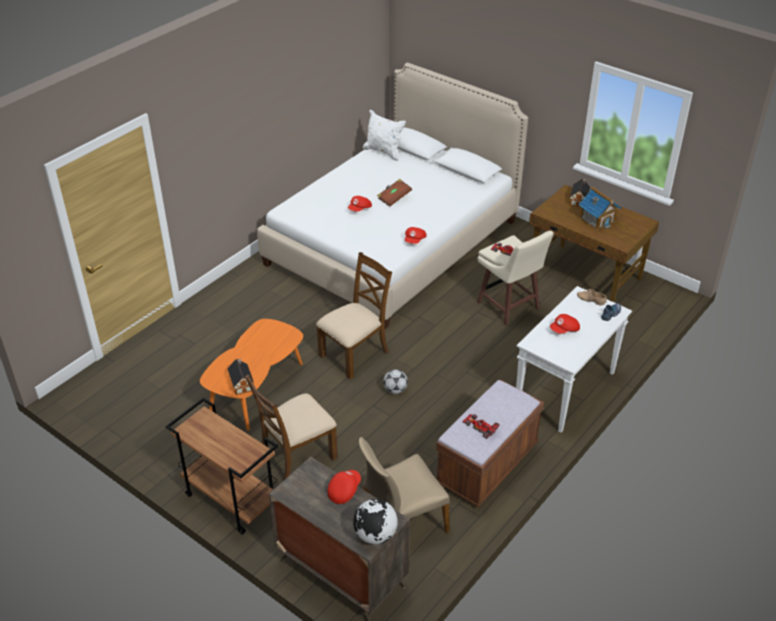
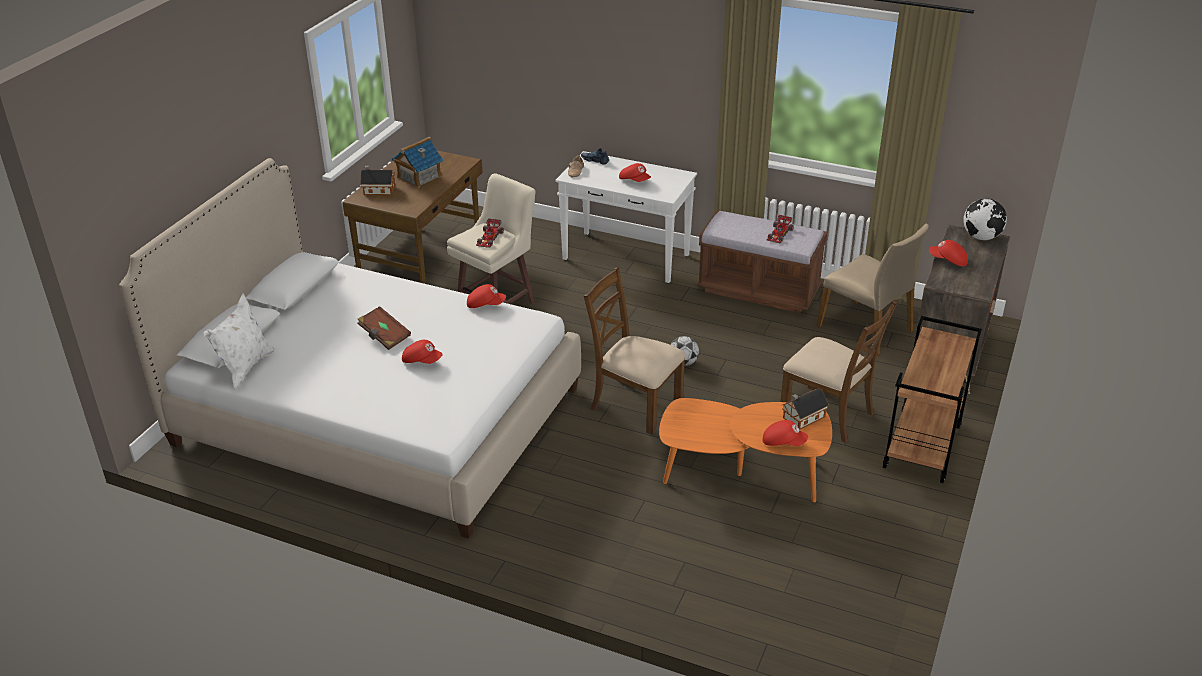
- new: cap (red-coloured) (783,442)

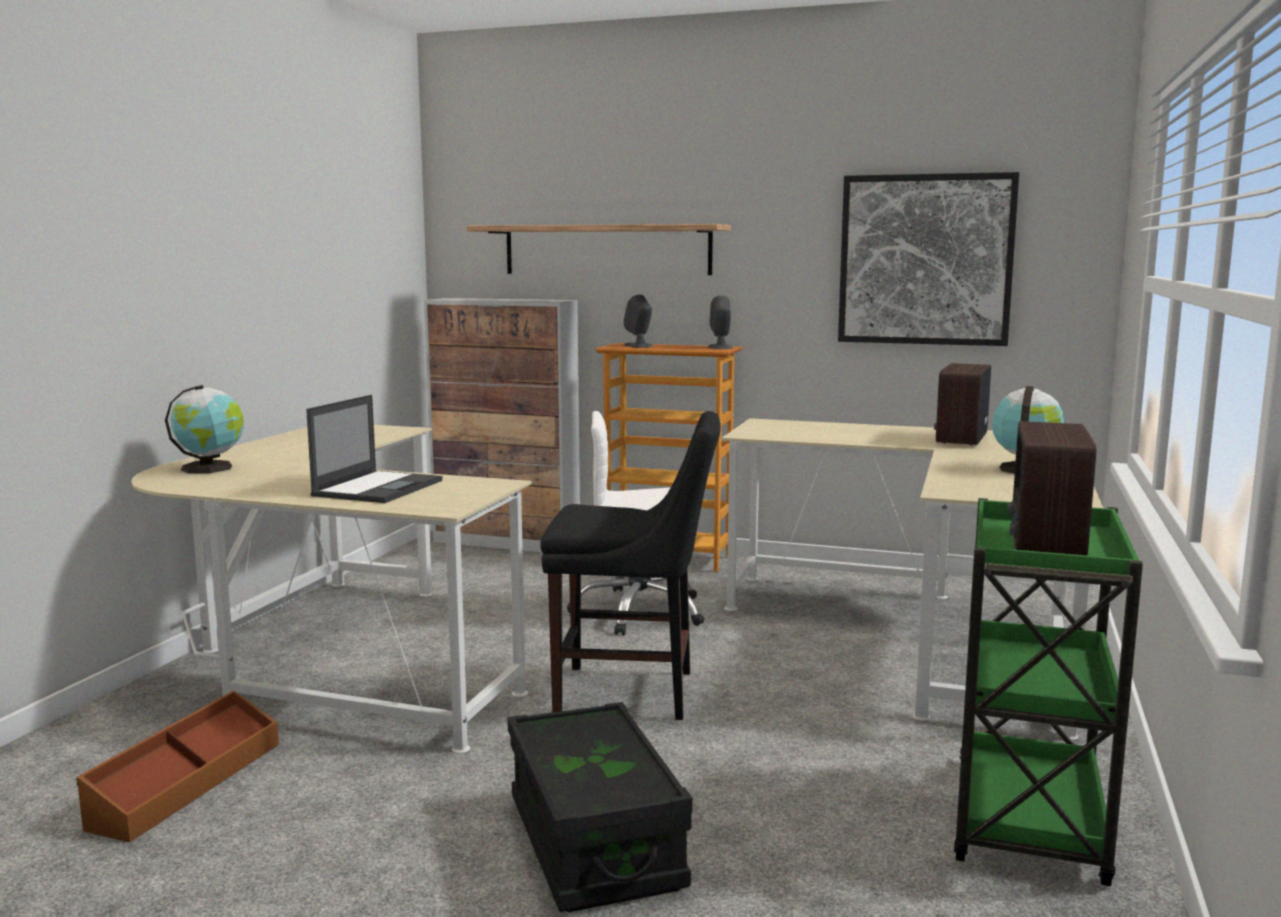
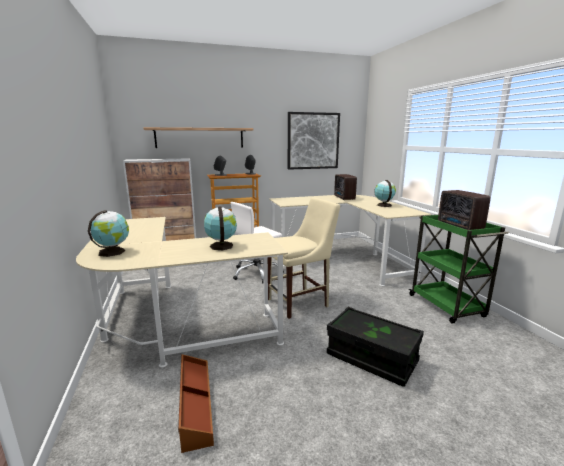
- swapped: notebook computer (379,488) to desk globe (221,246)
- repainted: chair (black-coloured) (633,693) to chair (sand-coloured) (300,302)

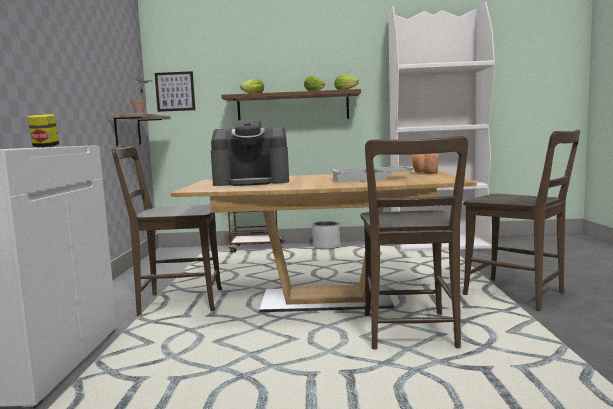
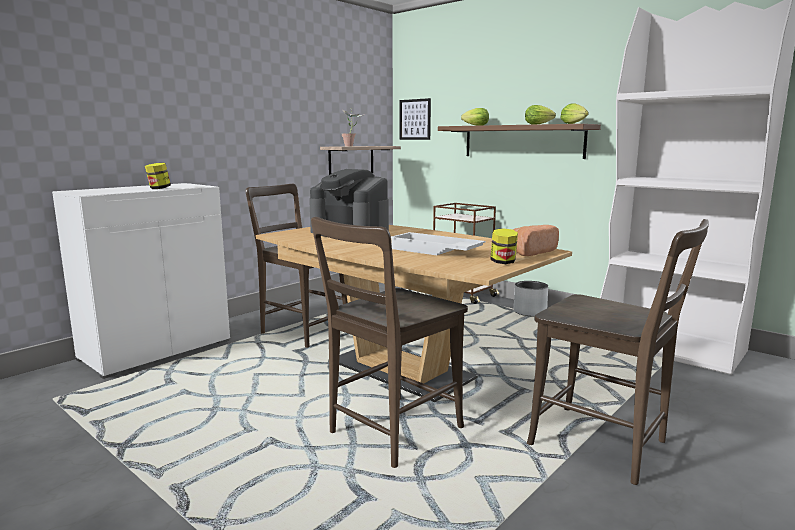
- rotated: chair (brown-coloured) (519,295) = (604,446) 45 degrees counterclockwise
- new: storage jar (503,262)

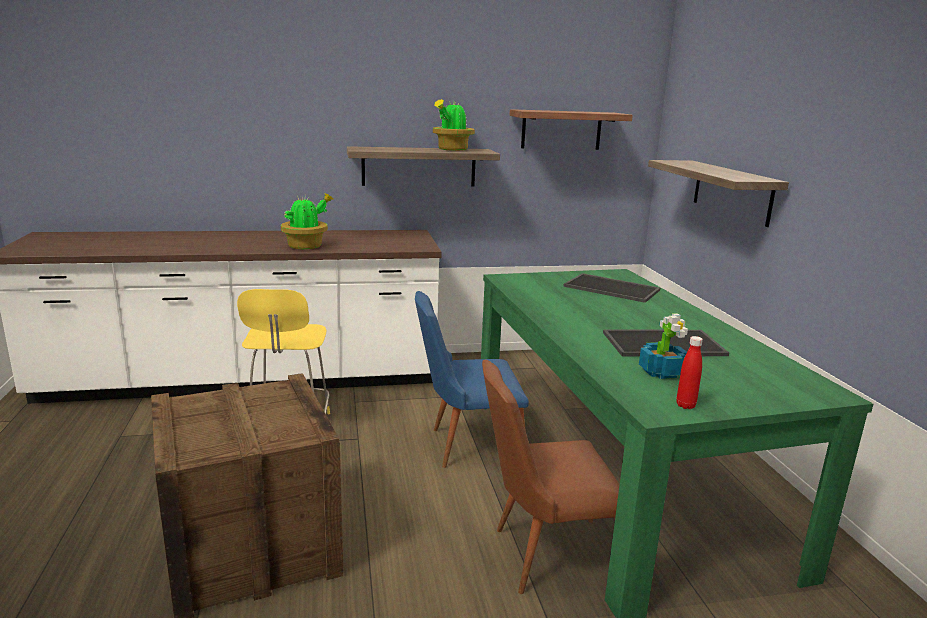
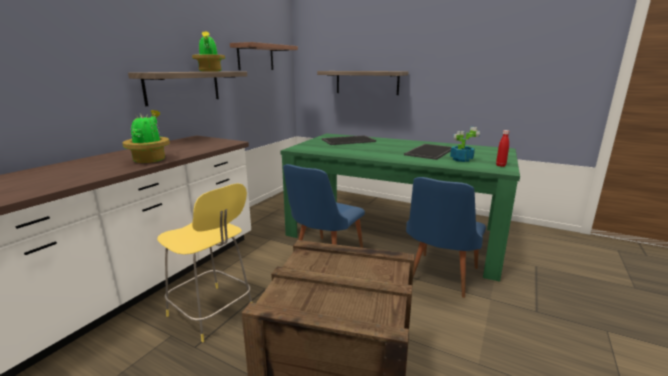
- repainted: chair (brown-coloured) (544,554) to chair (blue-coloured) (439,278)

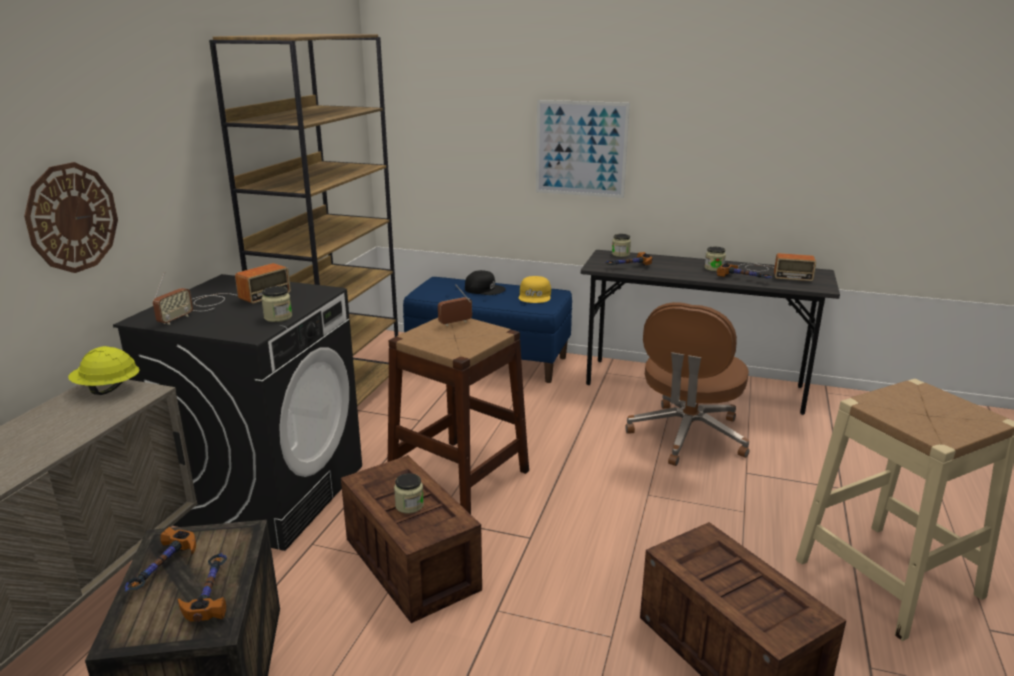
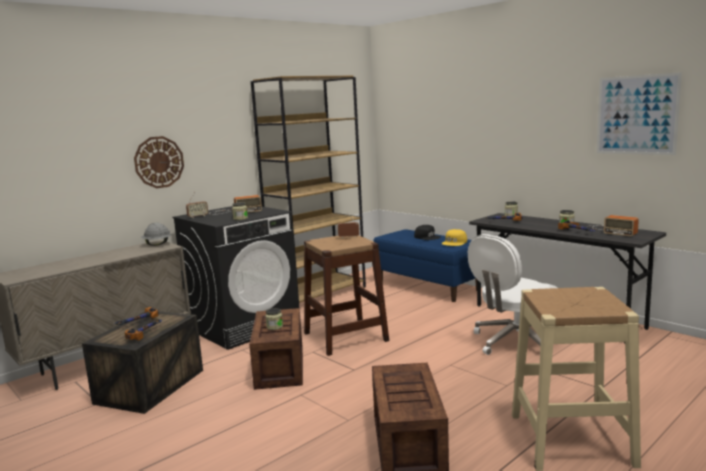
- repainted: work helmet (yellowish) (107,389) to work helmet (greyish) (157,244)
- shifted: picture (581,149) to (636,115)
- repainted: computer chair (brown-coloured) (687,436) to computer chair (white) (515,342)

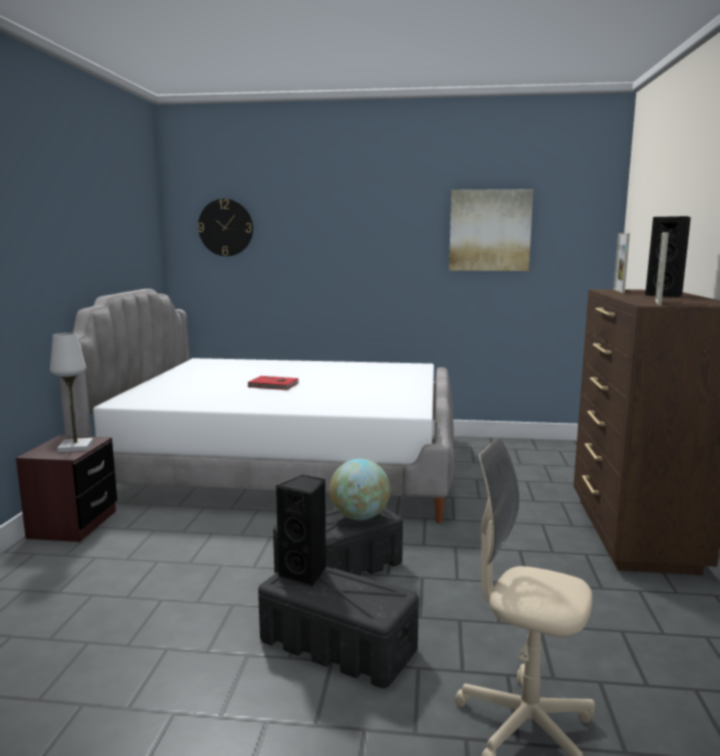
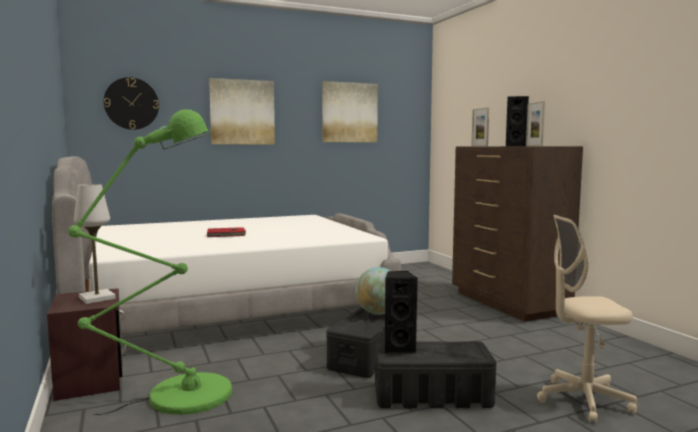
- new: standing lamp (green) (179,396)
- new: picture (242,112)

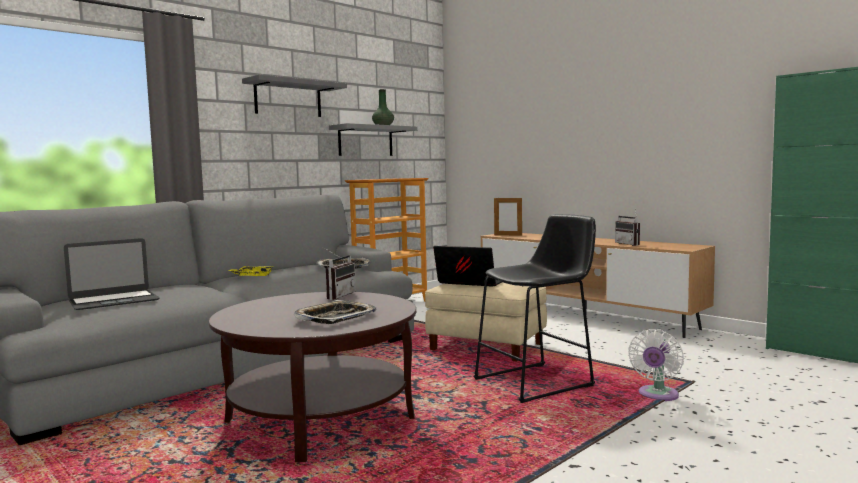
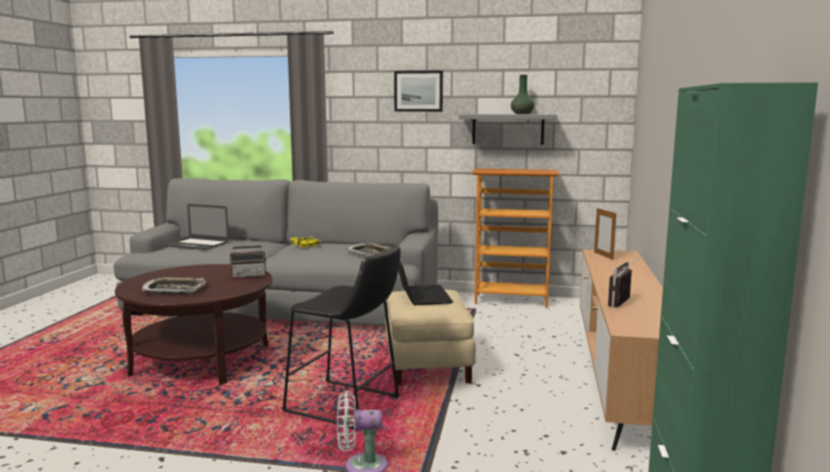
- swapped: wall shelf (greyish) (288,99) to picture (418,91)

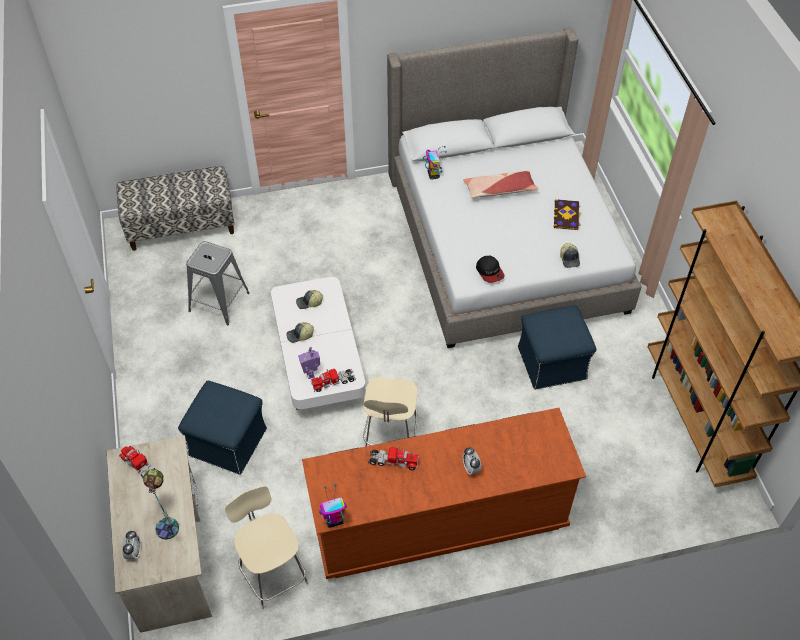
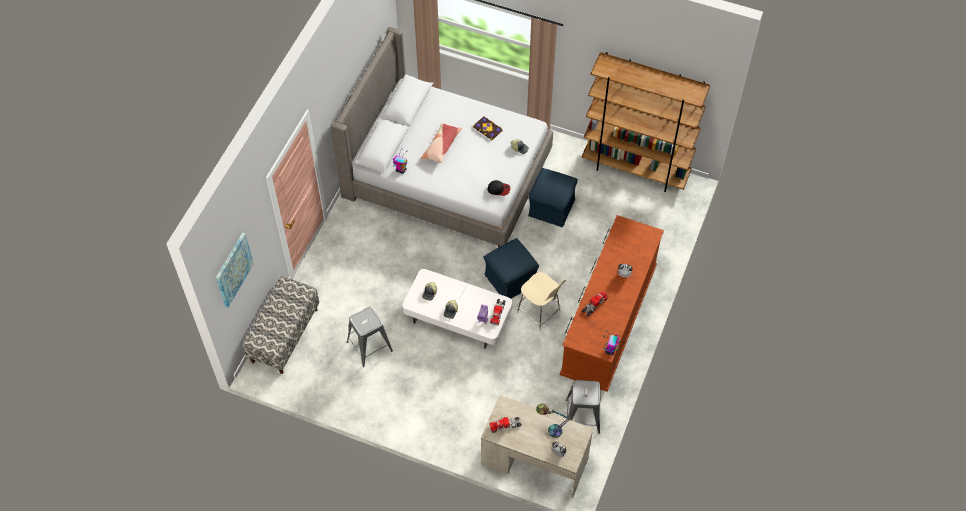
- shifted: footrest (blue-coloured) (227,442) to (510,280)
- swapped: chair (sand-coloured) (273,573) to sitting stool (greyish) (582,416)
- new: picture (233,269)

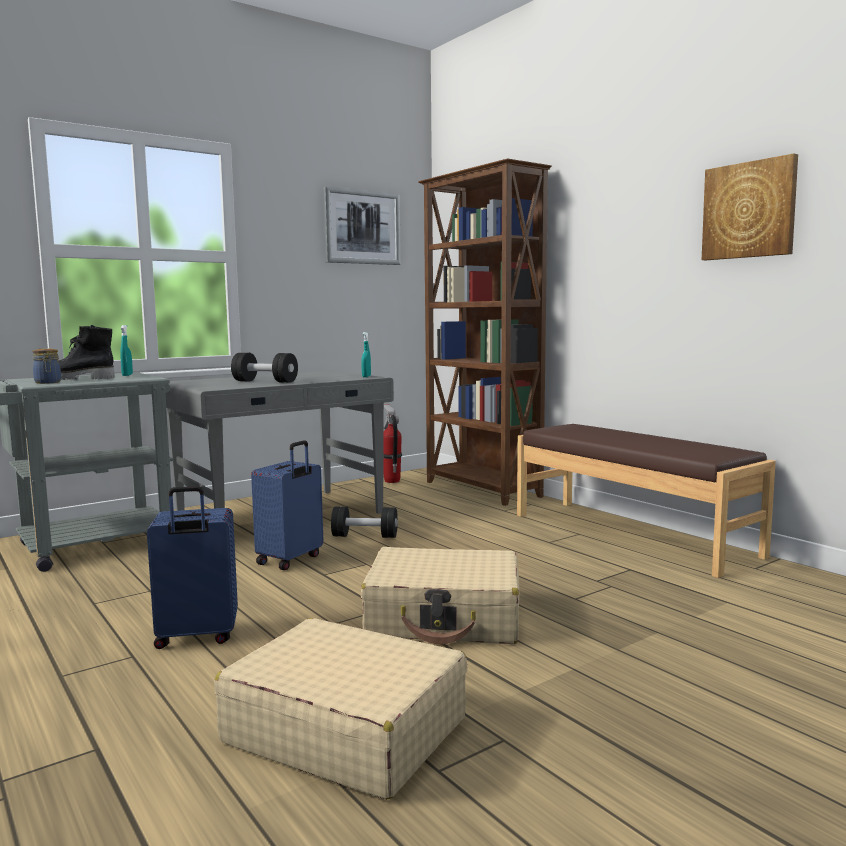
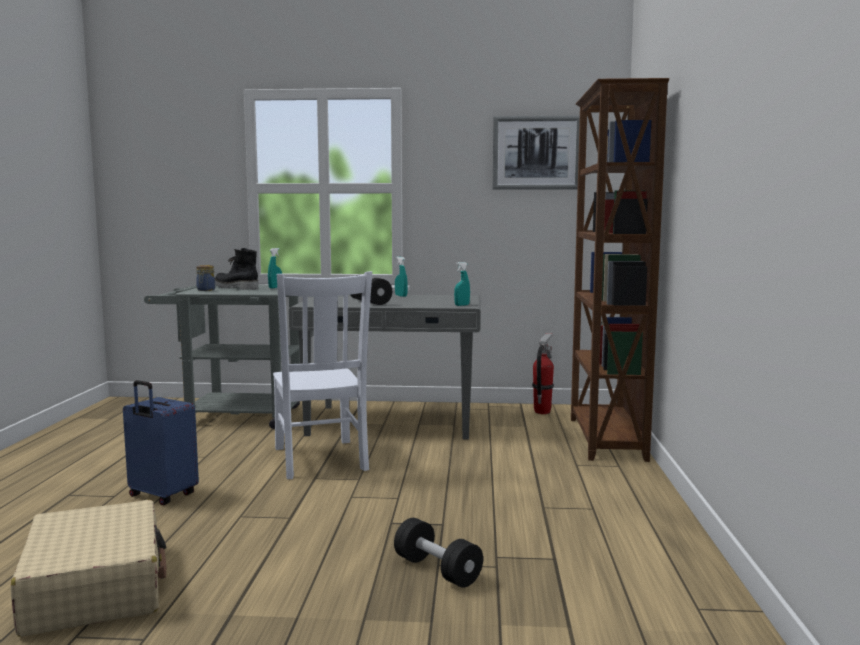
- swapped: suitcase (blue-coloured) (291,560) to chair (white) (320,460)
- shifted: dumbbell (black-coloured) (365,536) to (437,570)
- gone: suitcase (sand-coloured) (445,618)
- gone: long seat (brown-coloured) (631,534)
- gone: picture (749,210)
- new: hand sprayer (turquoise) (401,296)

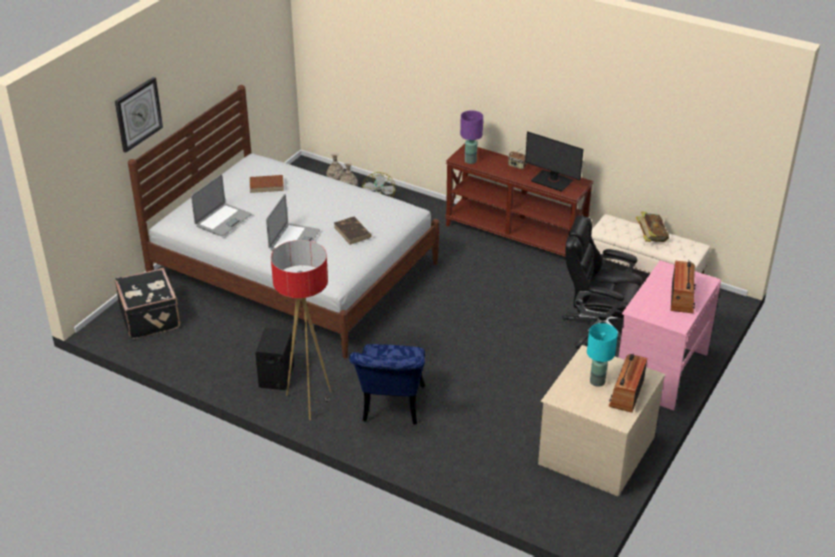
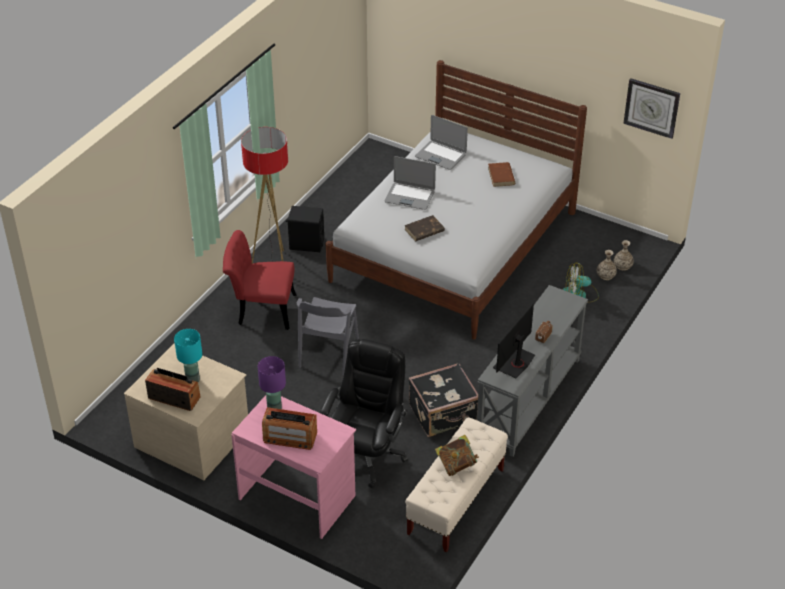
- shifted: hanging clock (138,114) to (652,107)
- shifted: suitcase (black-coloured) (151,318) to (444,415)
- repainted: chair (blue-coloured) (391,408) to chair (red-coloured) (261,310)
- repainted: console table (brown-coloured) (515,236) to console table (greyish) (529,400)
- shifted: table lamp (purple) (470,161) to (274,408)
- new: chair (greyish) (328,353)

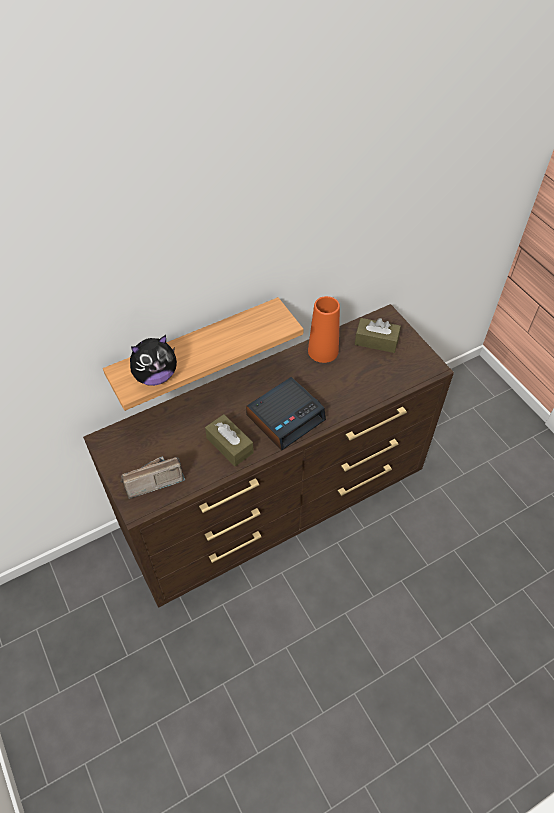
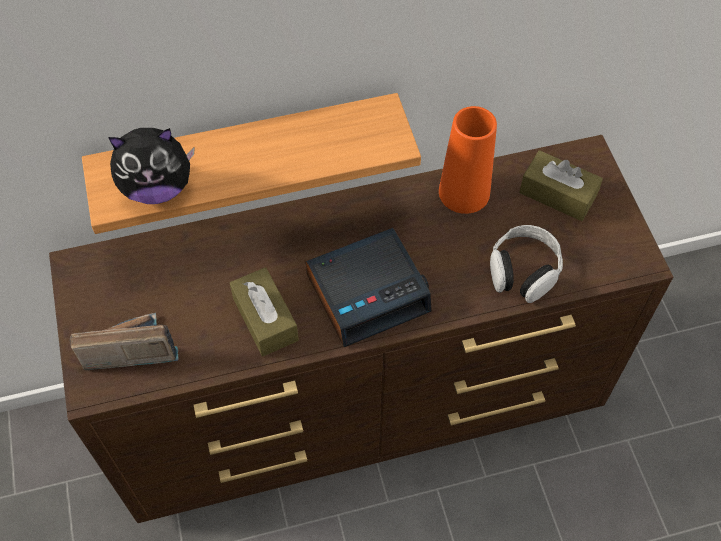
- new: headset (523,270)

